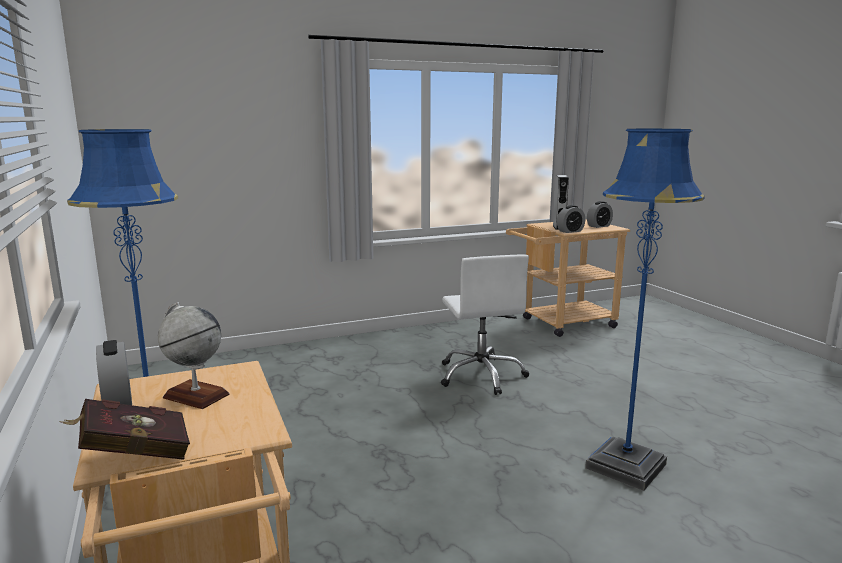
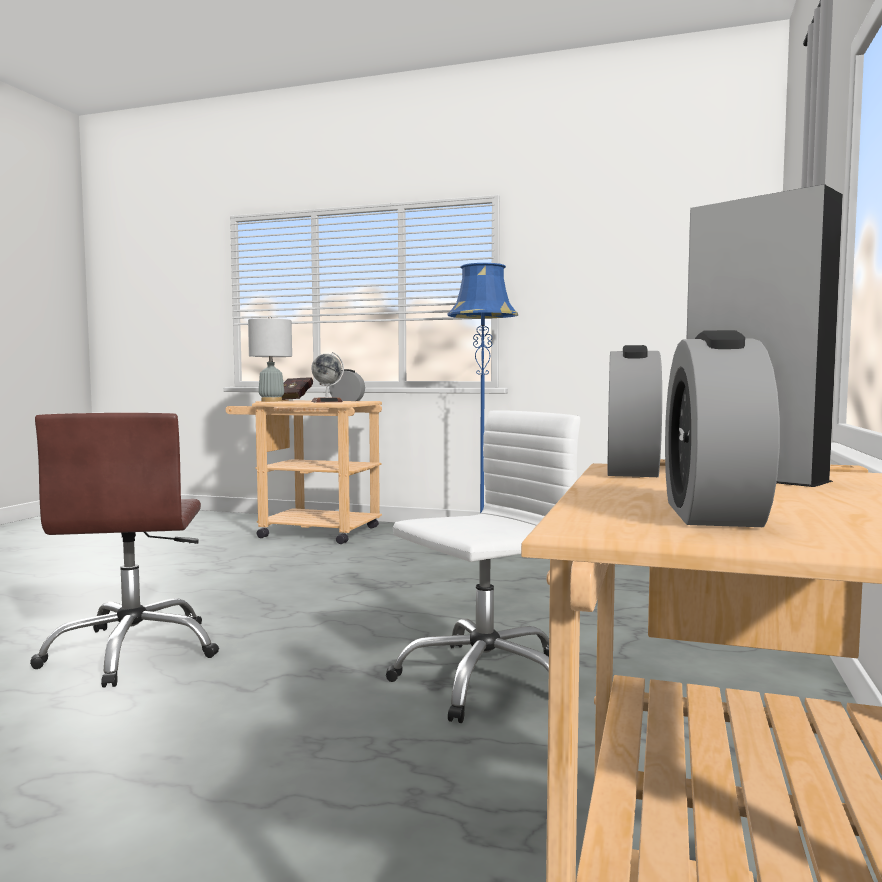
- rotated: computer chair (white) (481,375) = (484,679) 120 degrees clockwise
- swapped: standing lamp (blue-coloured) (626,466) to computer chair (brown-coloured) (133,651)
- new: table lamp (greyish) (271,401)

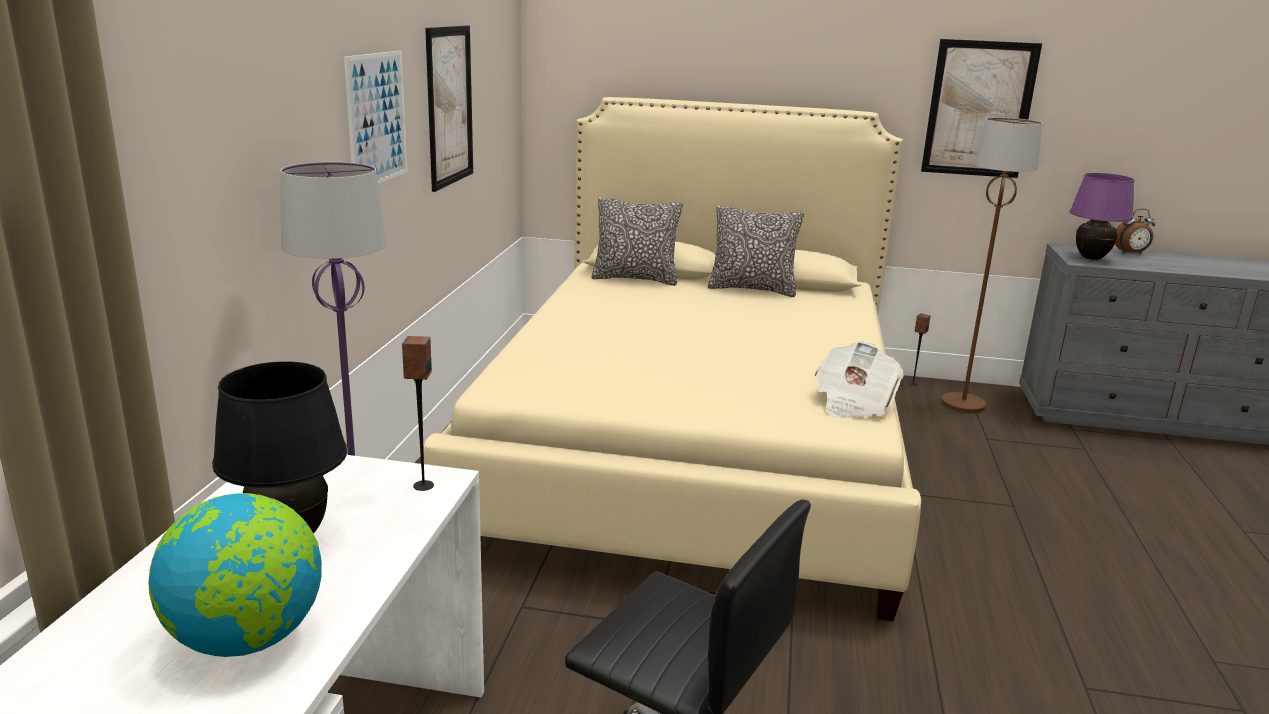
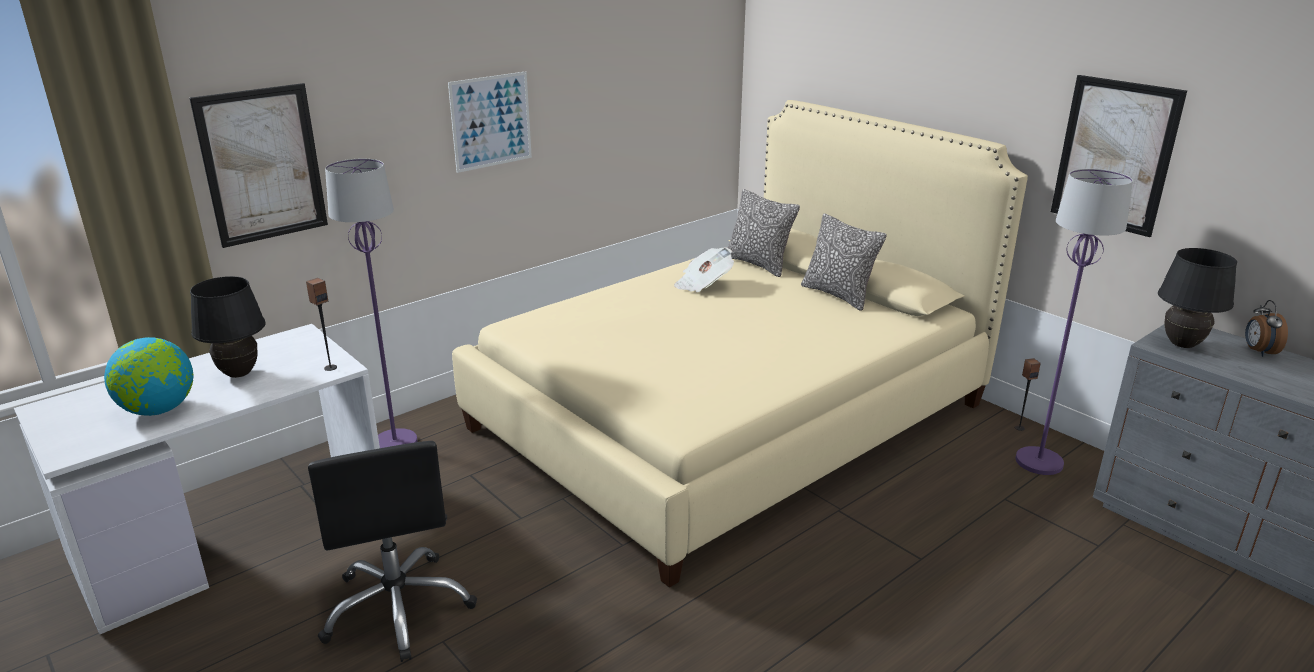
- shifted: picture (449,106) to (262,165)
- shifted: daily paper (853,403) to (703,284)
- repainted: standing lamp (brown-coloured) (963,404) to standing lamp (purple) (1039,462)
- repainted: table lamp (purple) (1091,258) to table lamp (black-coloured) (1182,345)
- rotated: table clock (1131,253) = (1258,351) 60 degrees clockwise

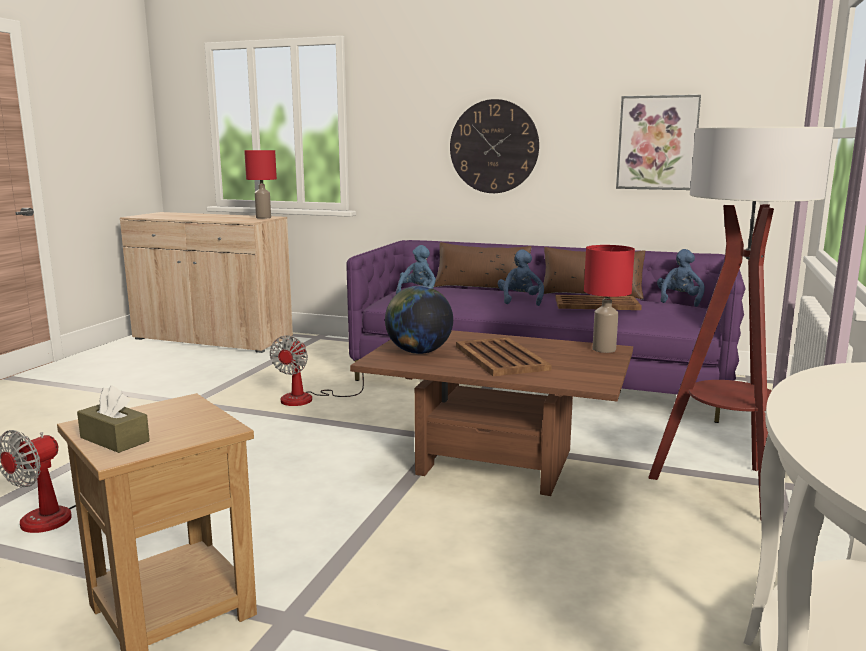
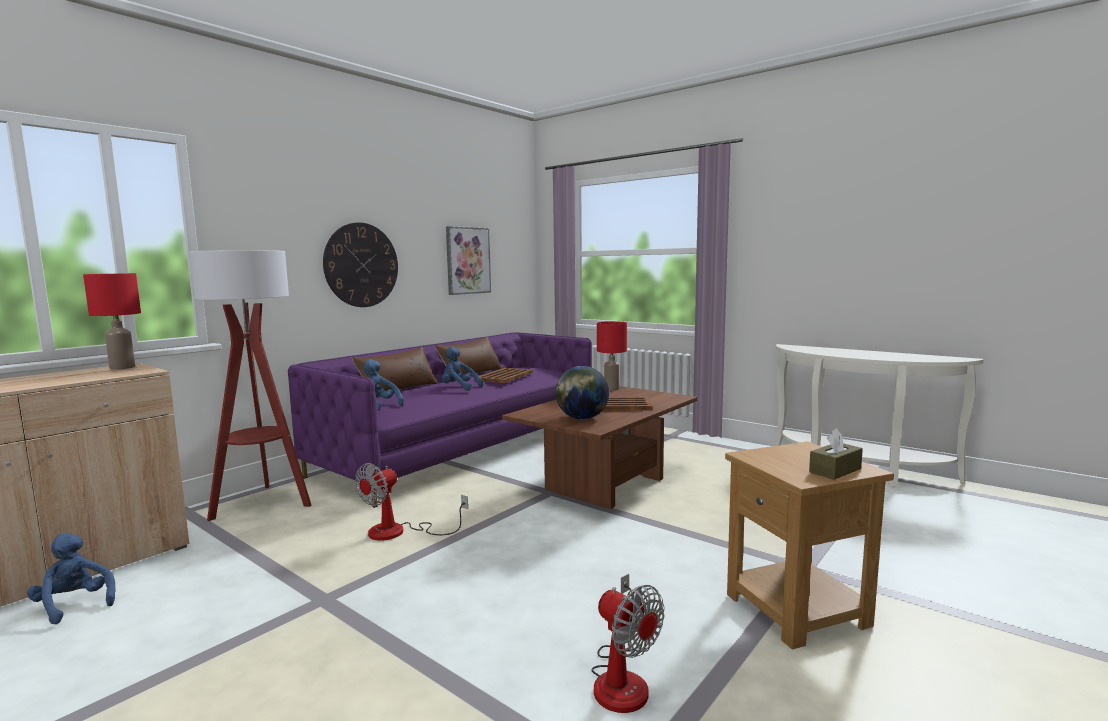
- rotated: fan (308,398) = (399,532) 90 degrees clockwise
- shifted: standing lamp (723,488) to (263,503)
- shifted: cuddly toy (blue-coloured) (679,301) to (74,605)

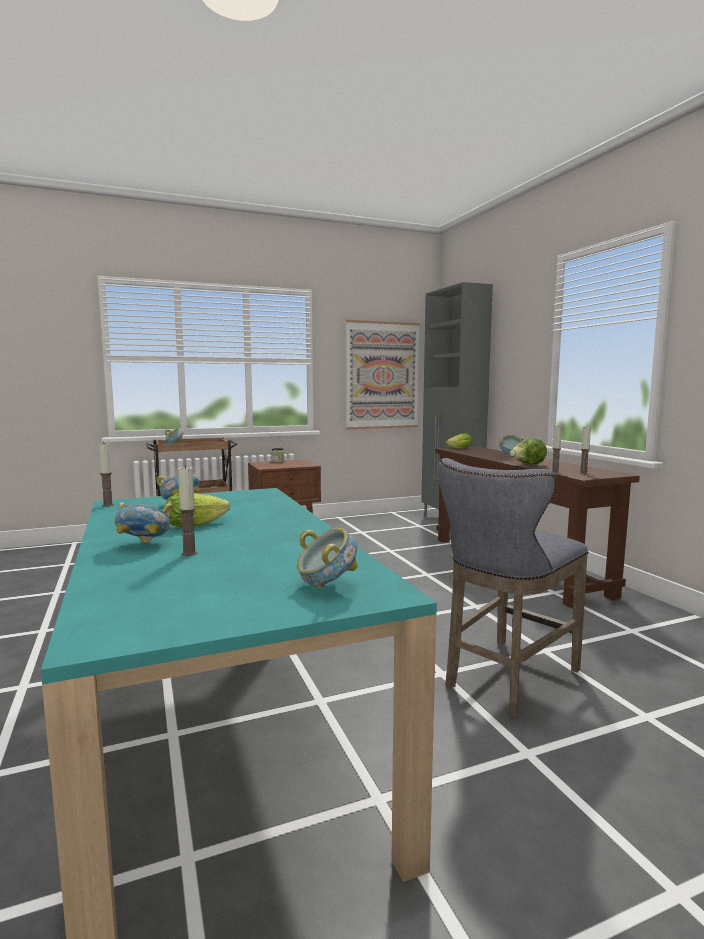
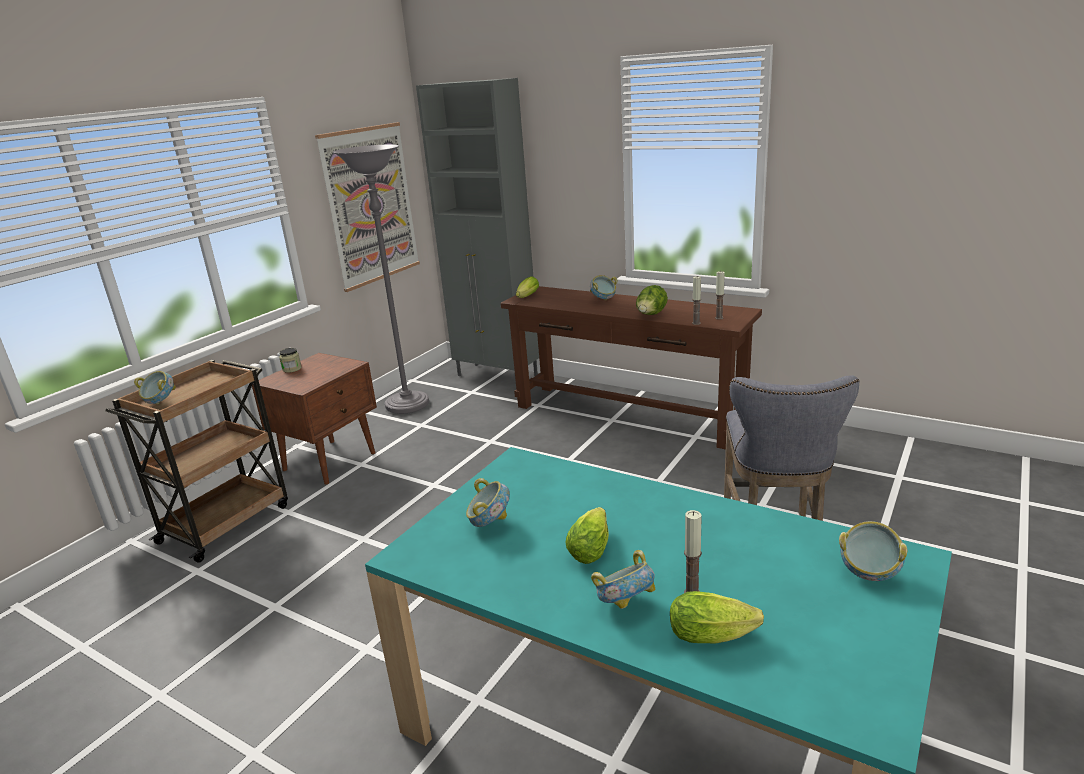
- gone: wax candle (108,505)
- new: standing lamp (greyish) (407,405)
- new: head of lettuce (716,635)

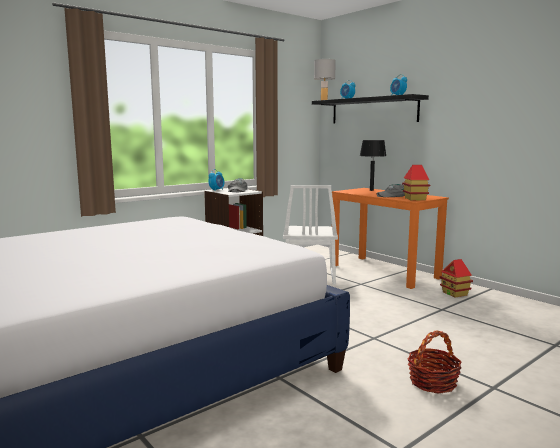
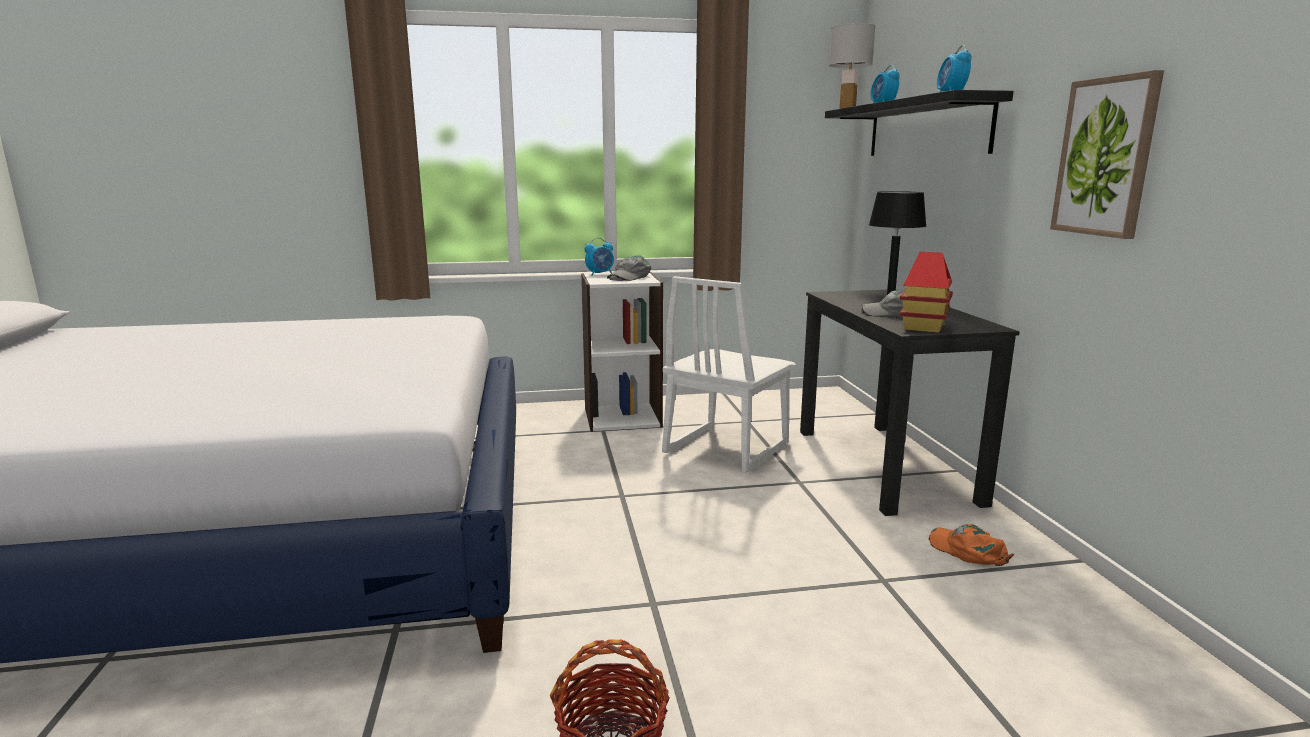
- repainted: desk unit (orangey) (384,271) to desk unit (black-coloured) (884,465)
- swapped: model house (455,293) to cap (orangey) (968,550)
- new: picture (1105,157)

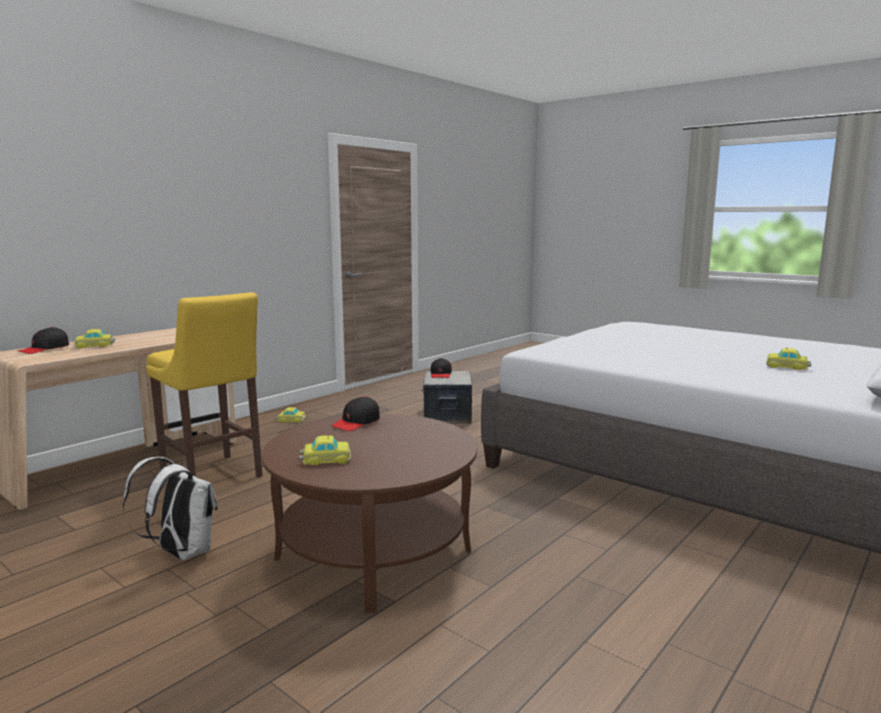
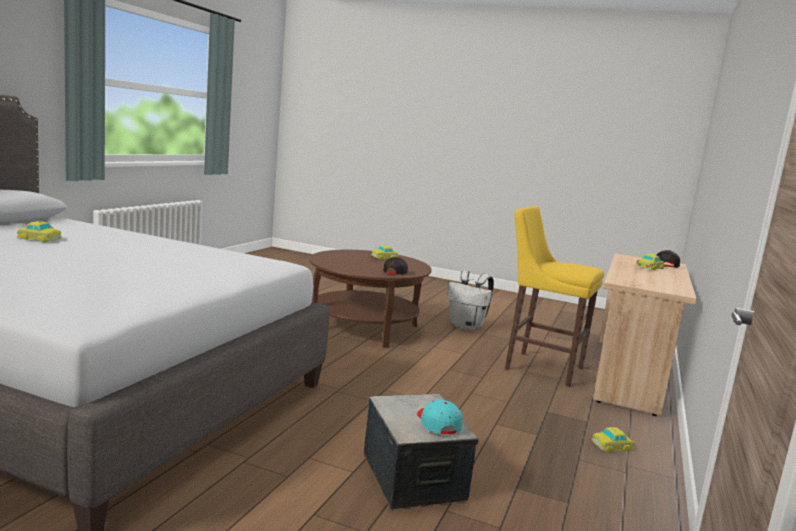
- repainted: cap (black-coloured) (441,374) to cap (turquoise) (438,423)

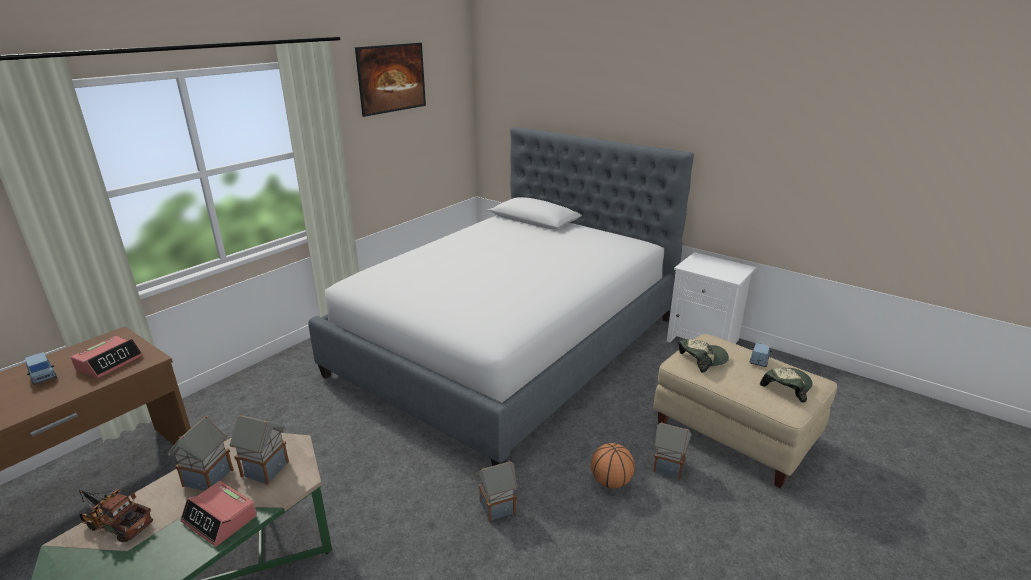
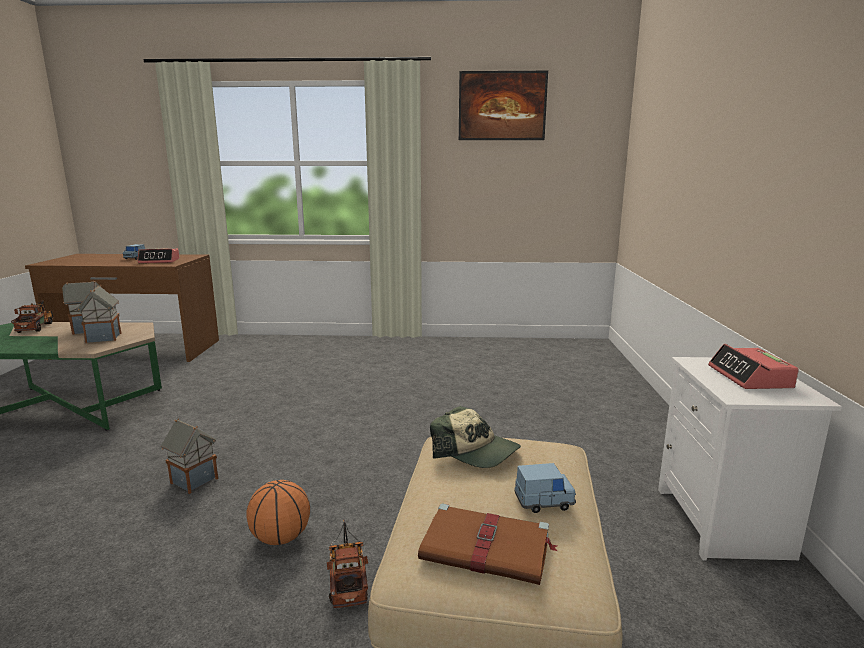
- shifted: table clock (220,519) to (750,377)
- gone: sleeping bed (510,345)
- swapped: model house (667,466) to model truck (348,577)
- swapped: cap (786,387) to book (brown-coloured) (488,548)

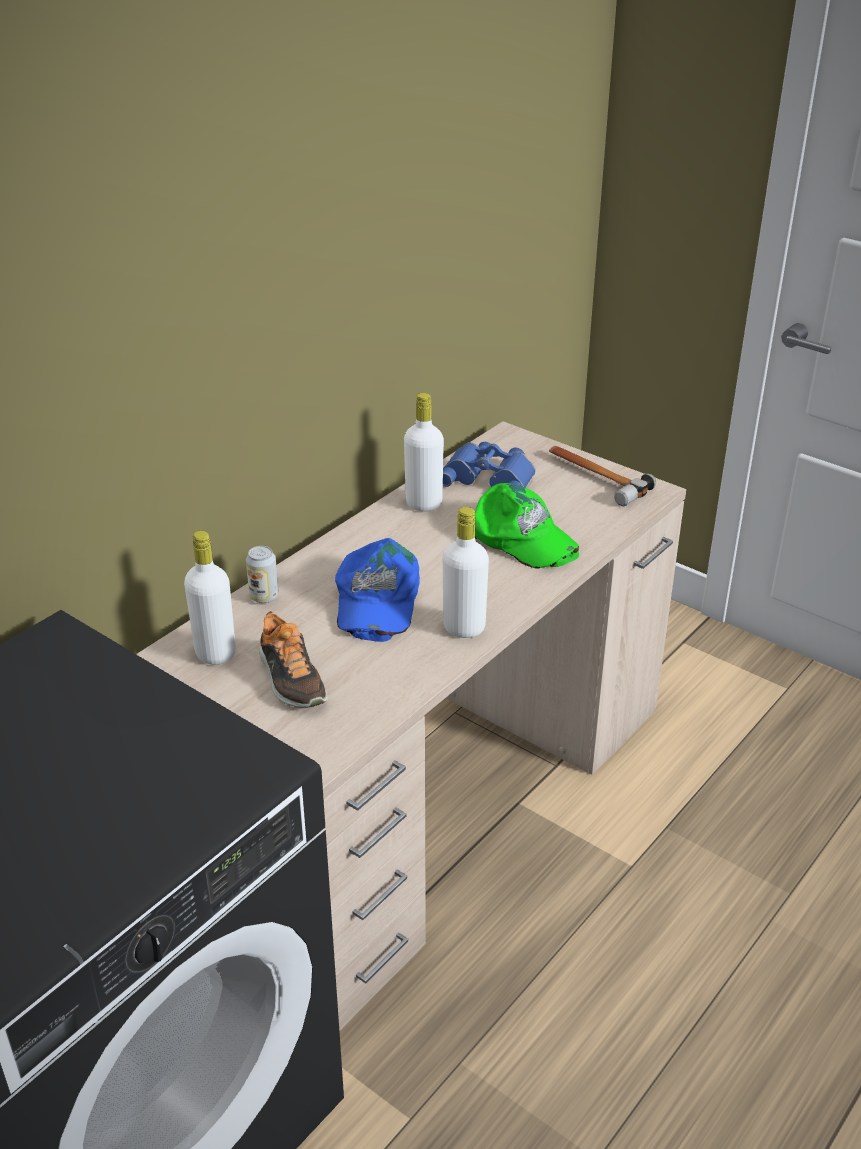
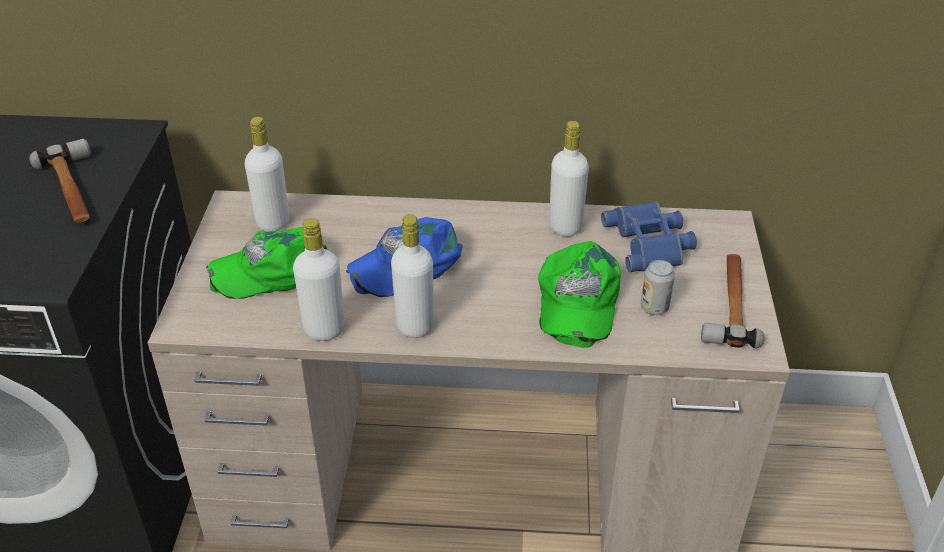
- shifted: sealed can (264,596) to (654,308)
- swapped: low shoe (291,679) to cap (green) (272,270)
- new: hand hammer (73,190)
- new: beverage bottle (white) (324,330)

